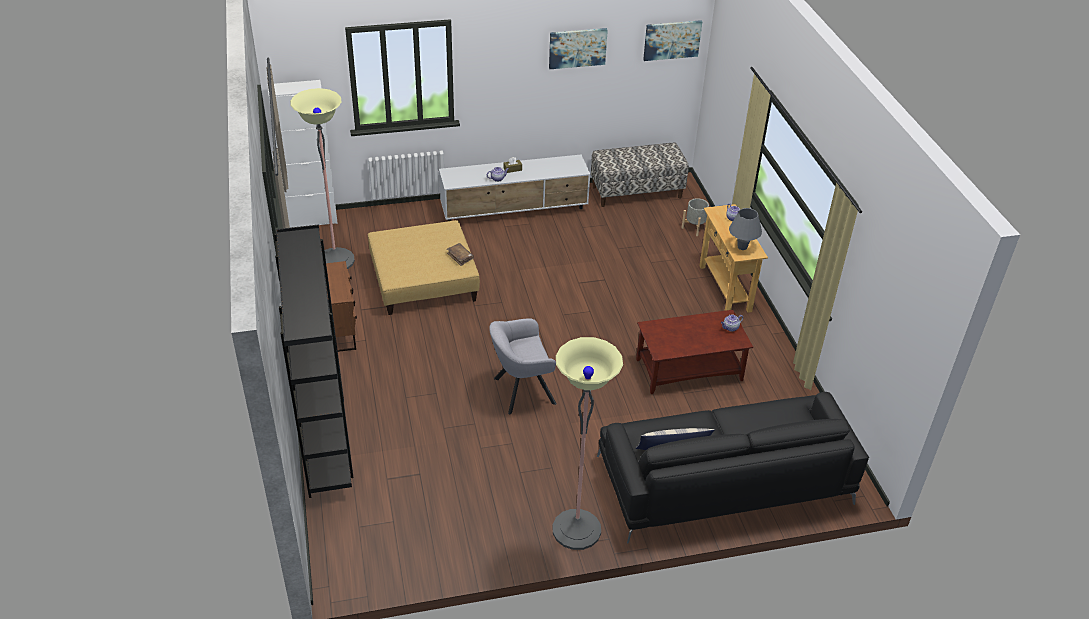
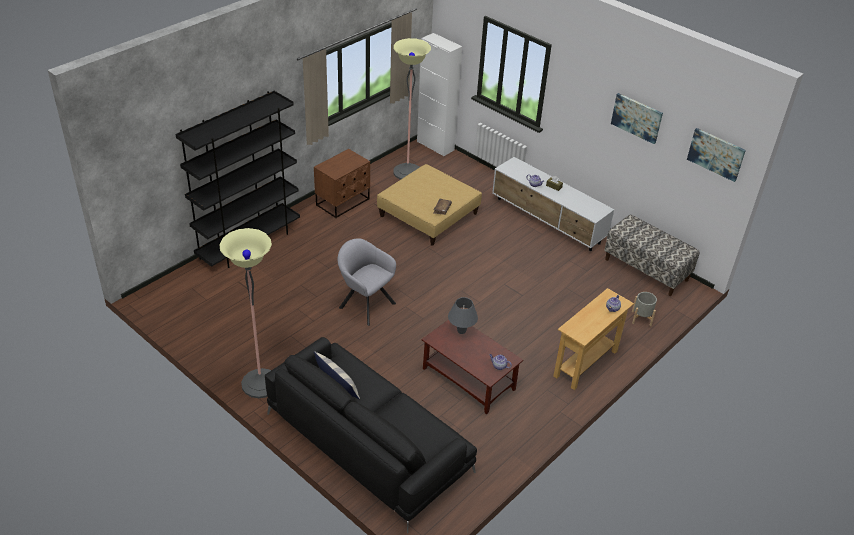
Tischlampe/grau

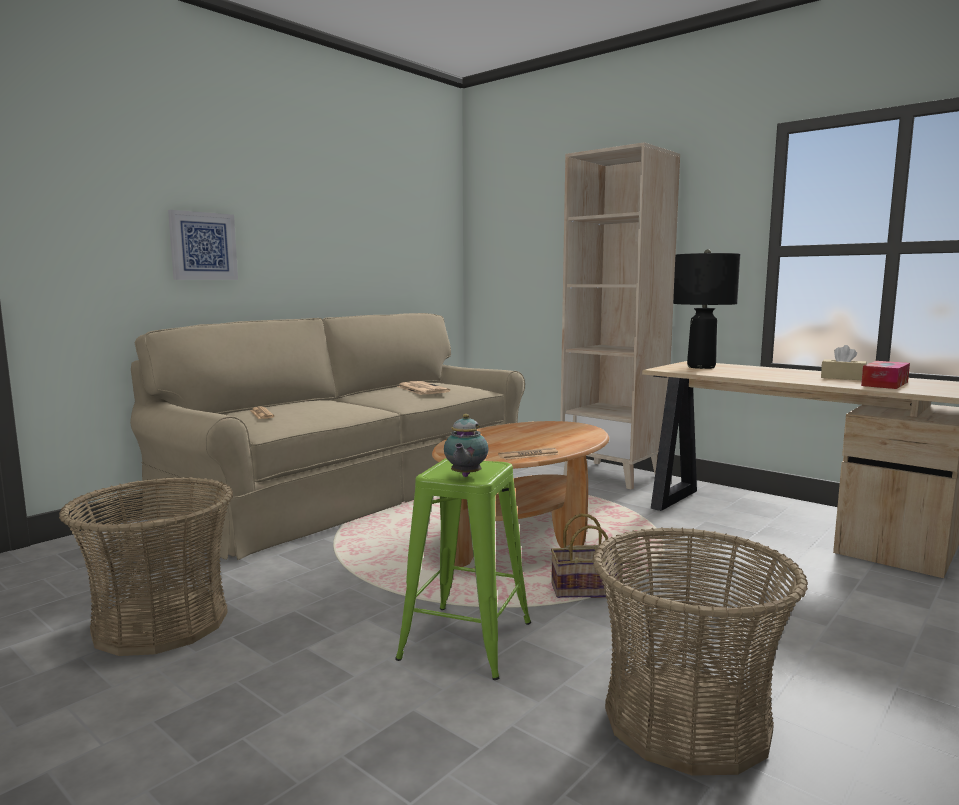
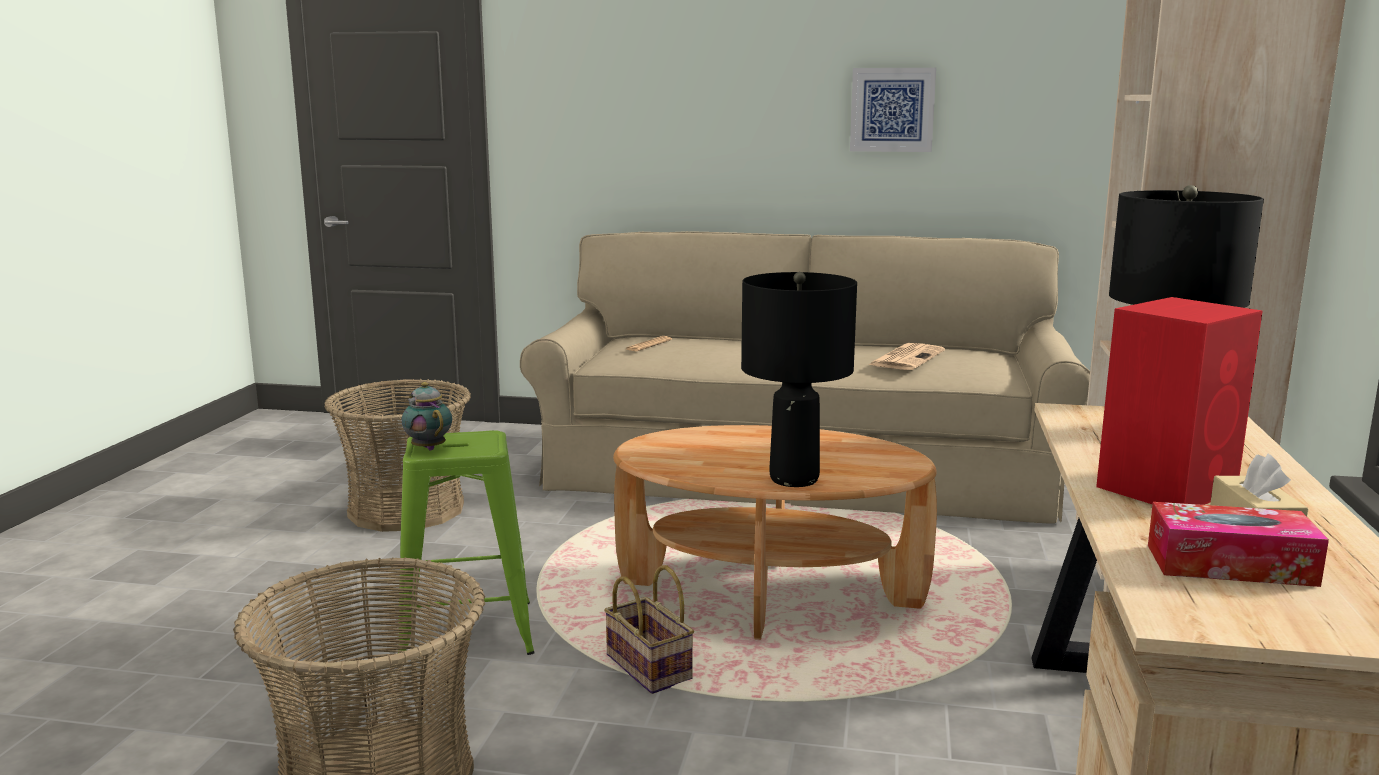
Teekanne; Tischlampe/schwarz (1st from left); Bild; Lautsprecher/rot; Zeitung (3rd from left in the first image)

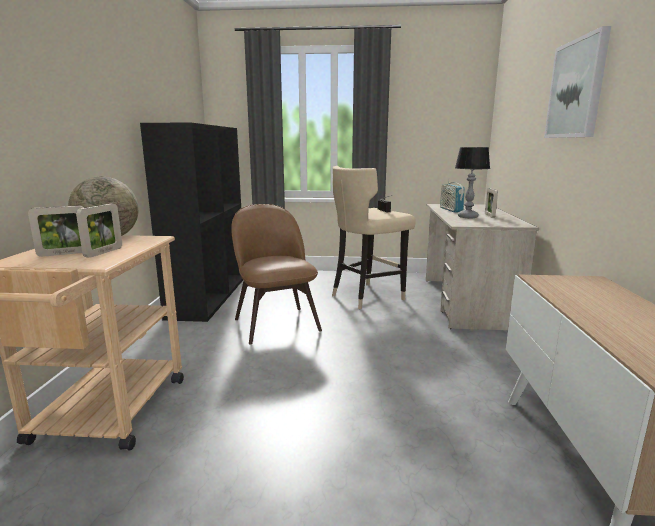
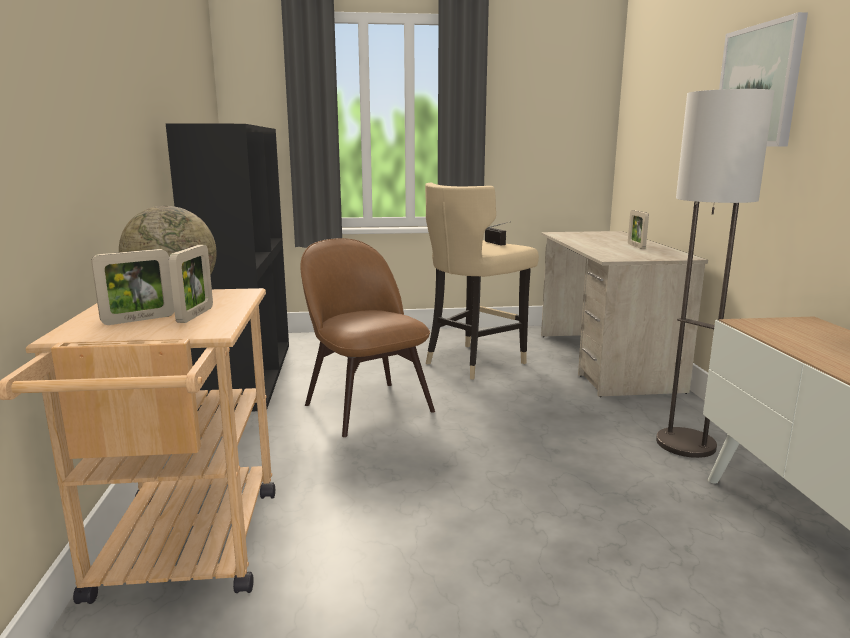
Stehlampe; Radio (2nd from left in the first image); Tischlampe

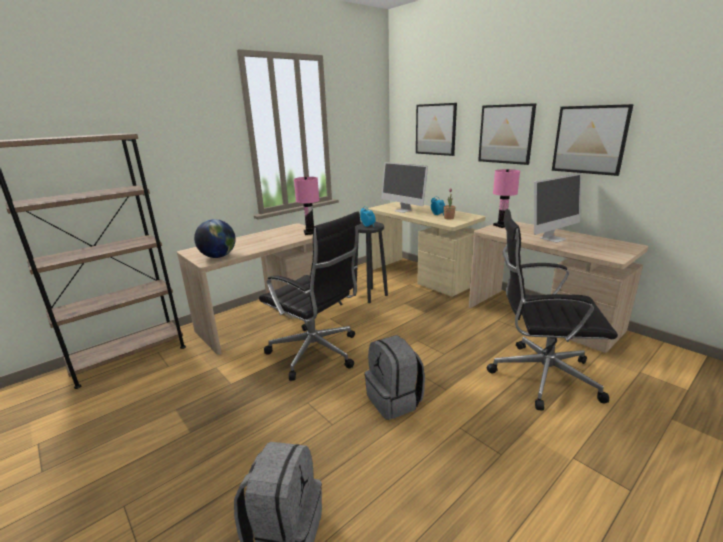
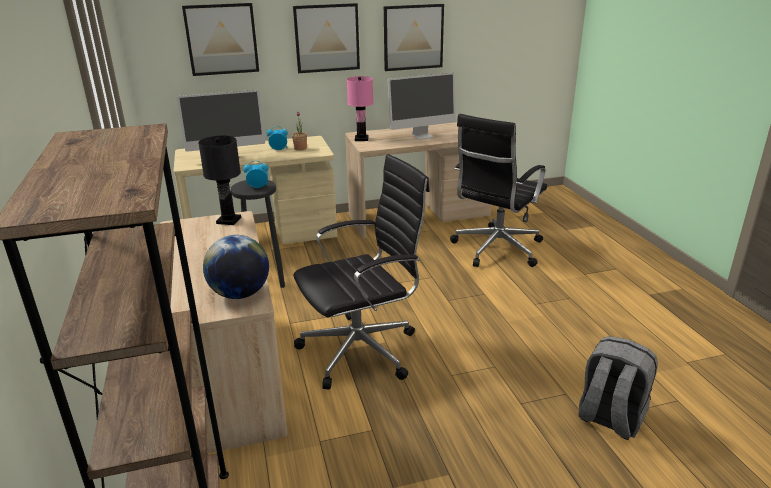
Tischlampe/schwarz; Monitor (2nd from left); Rucksack/grau (2nd from left in the first image)

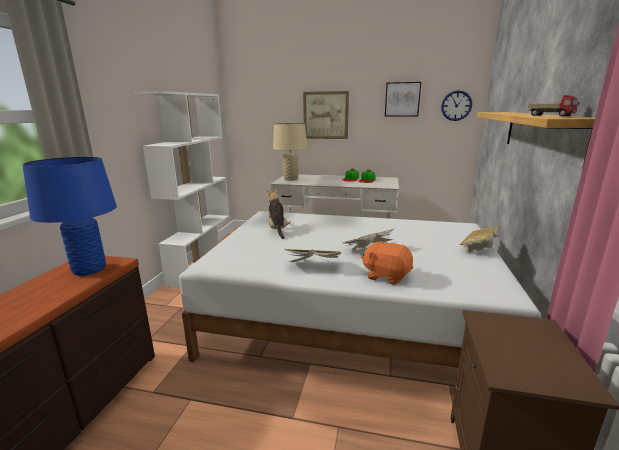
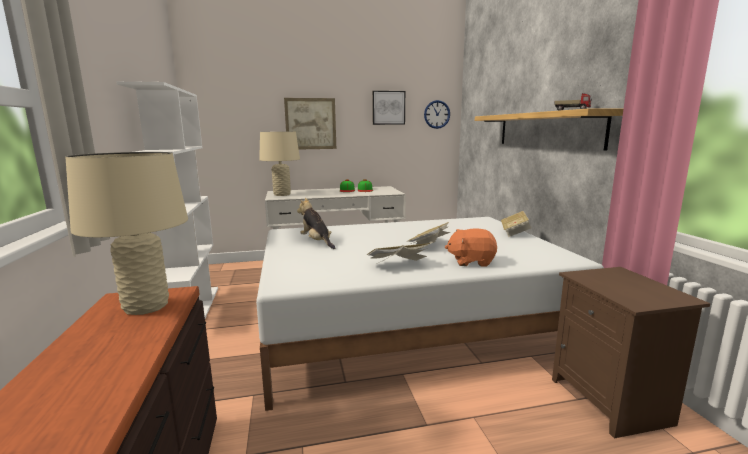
Tischlampe/beige (1st from left)

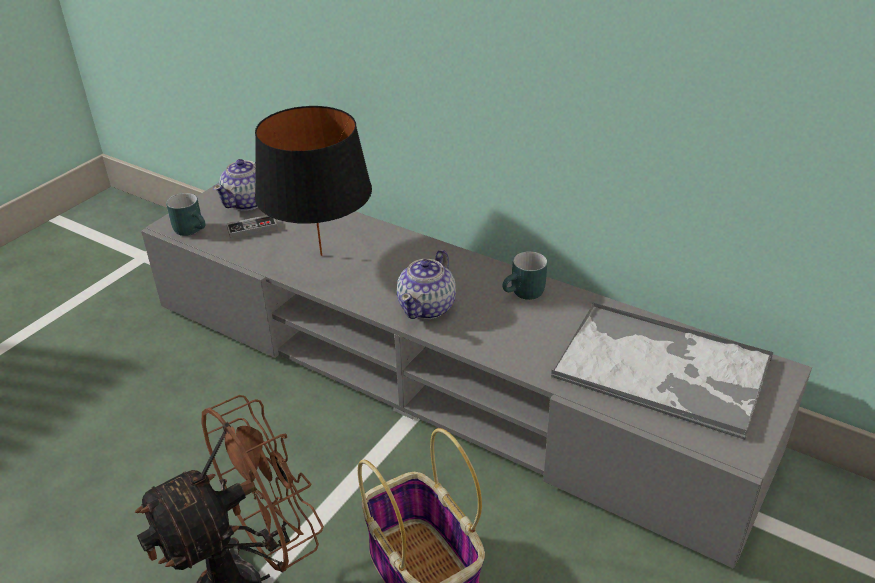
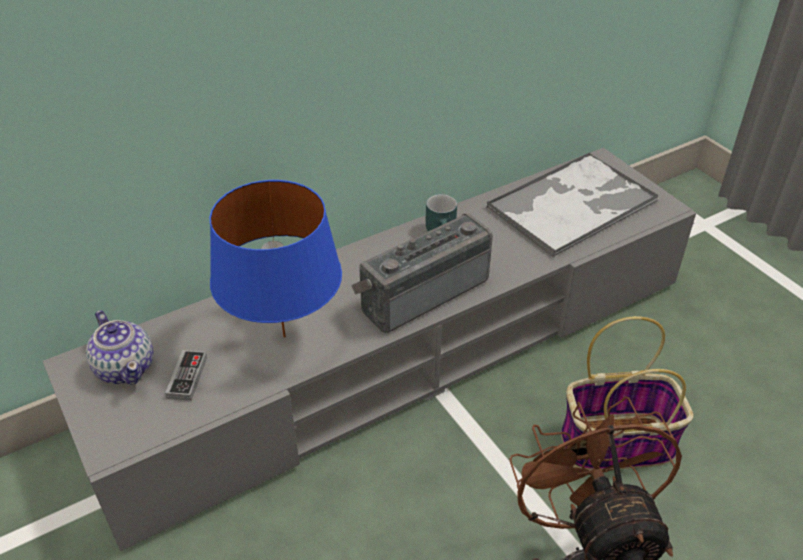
Tischlampe/blau; Radio; Henkelbecher/türkis (1st from left in the first image)

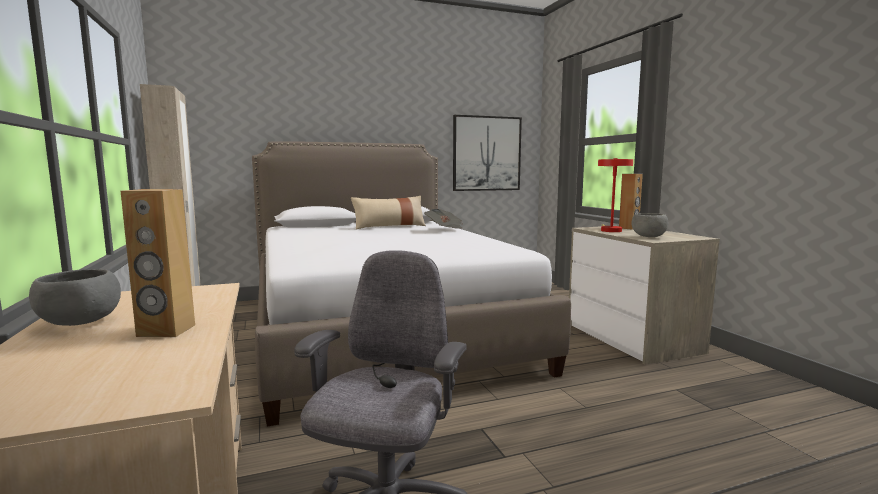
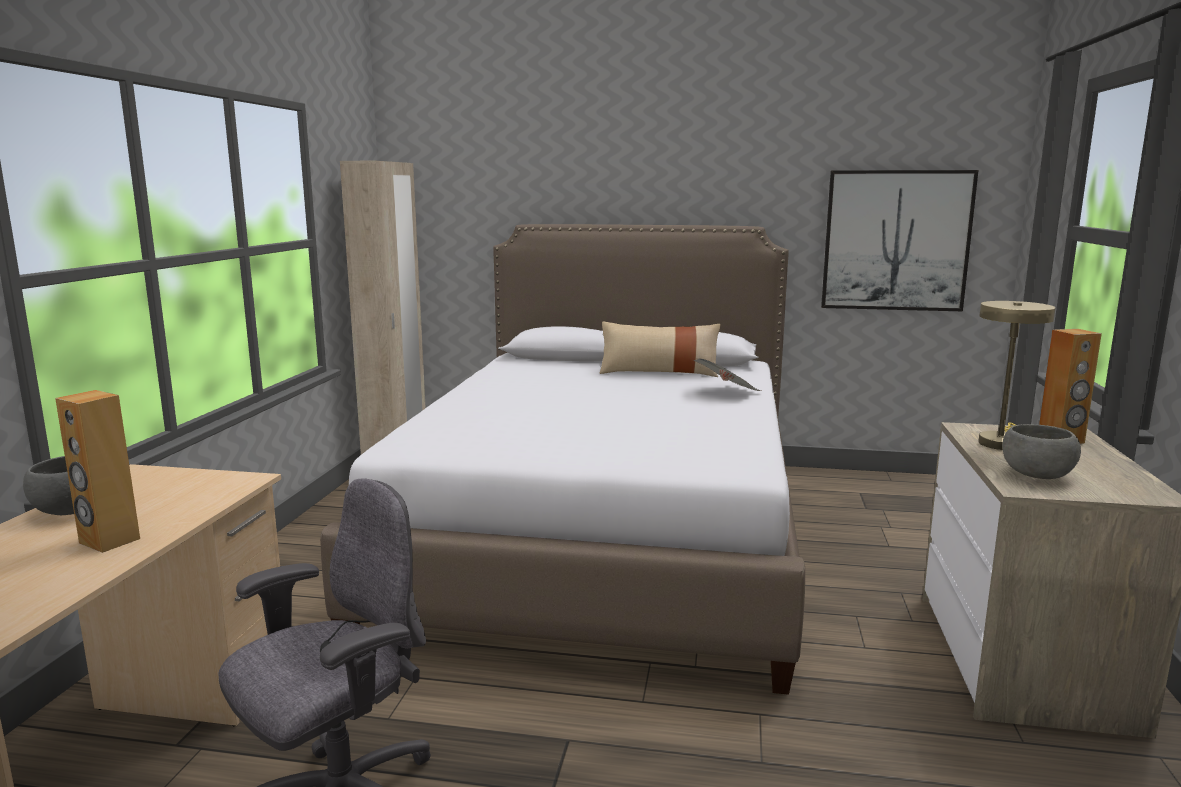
Tischlampe/beige

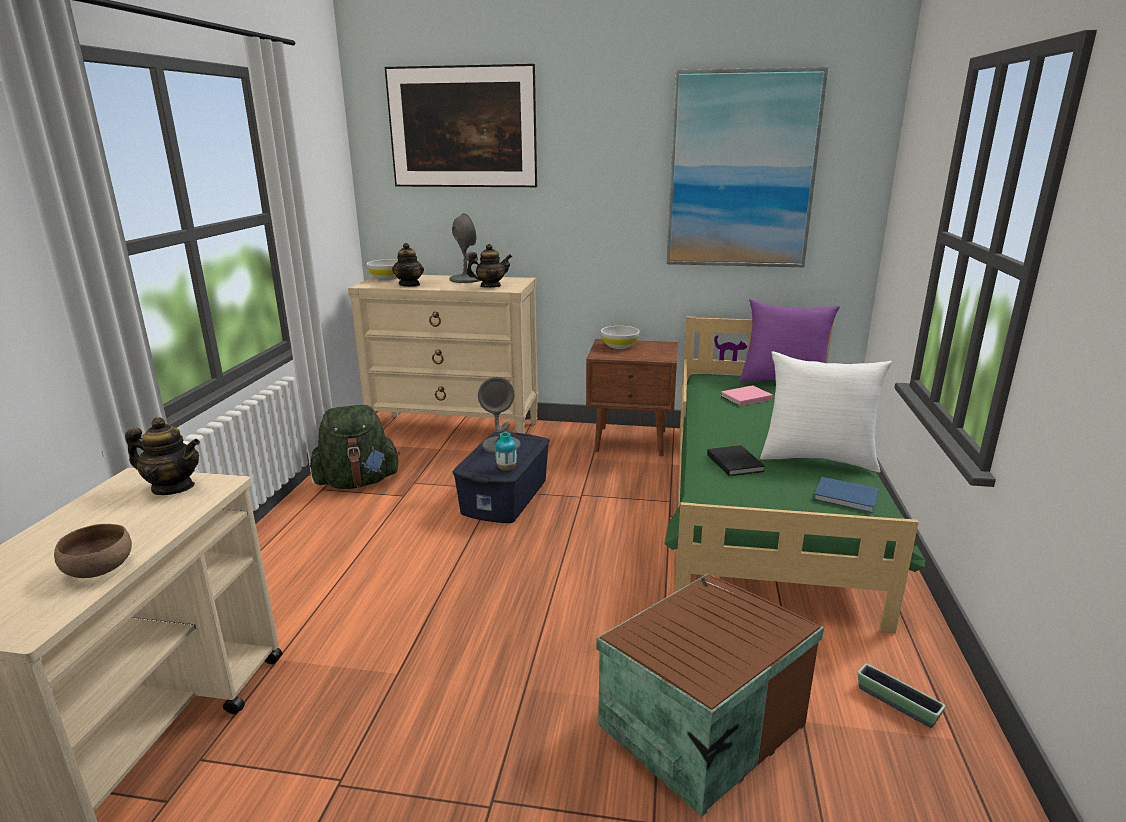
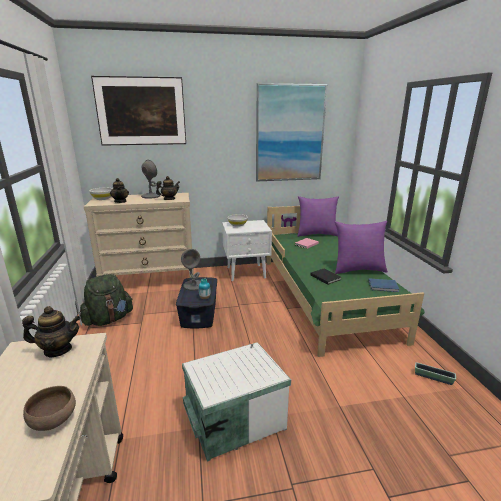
Aufbewahrungsbox/weiß; Nachttisch/weiß; Kissen/lila (2nd from left); Aufbewahrungsbox/braun

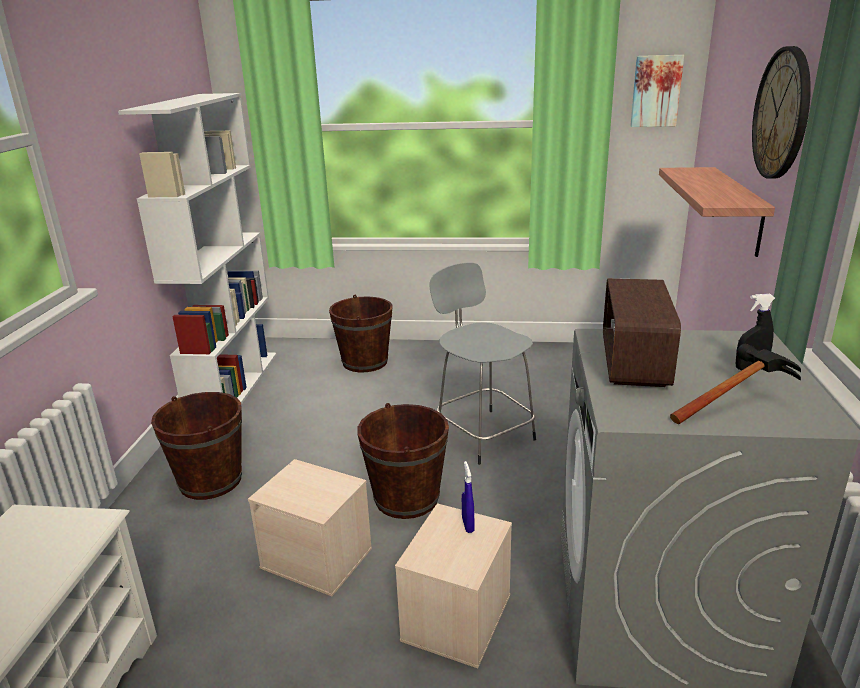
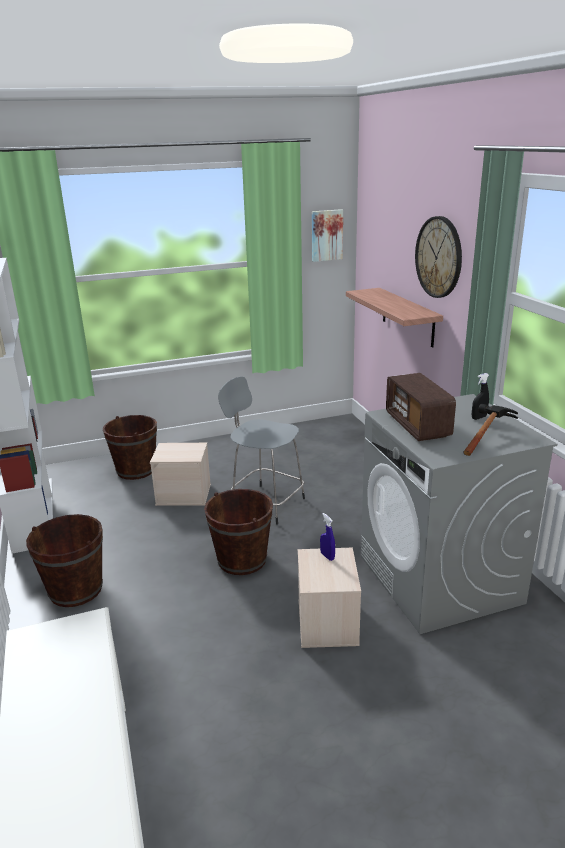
Aufbewahrungsbox/beige (1st from left)

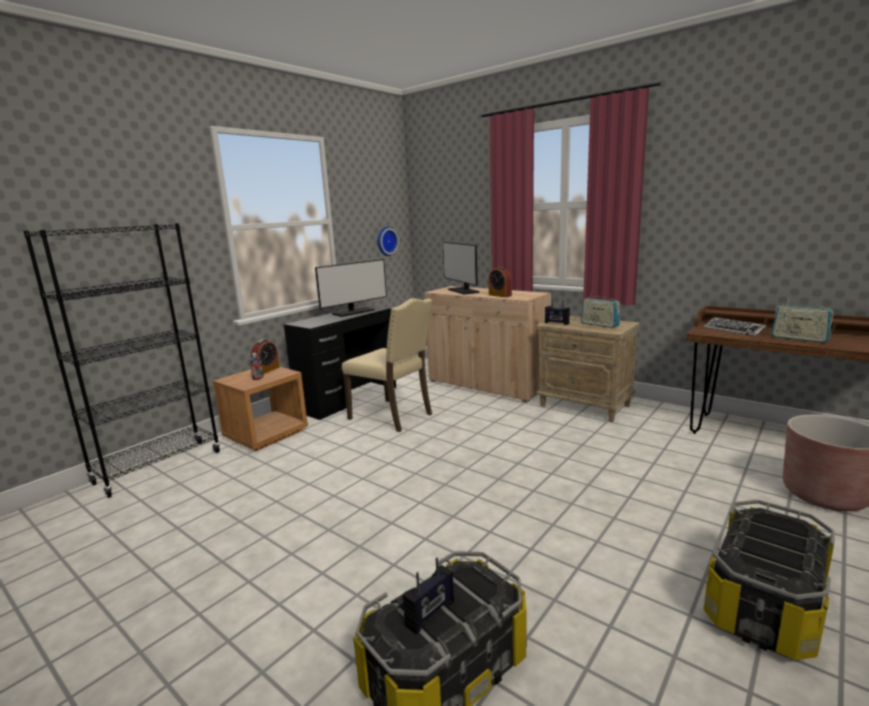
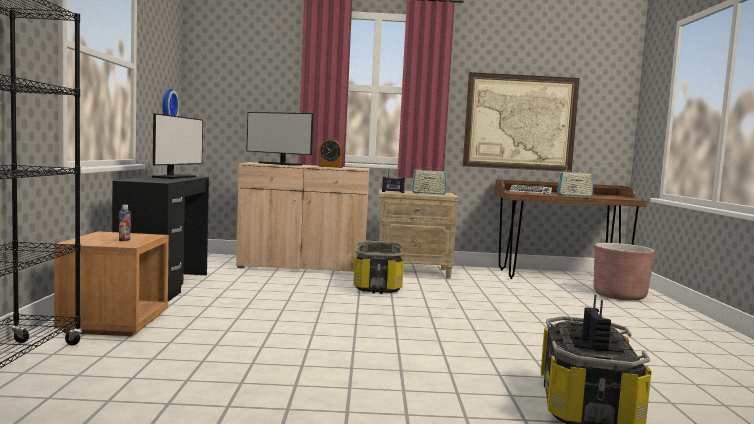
Aufbewahrungsbox (1st from left); Bild; Wecker (1st from left in the first image); Stuhl/beige

